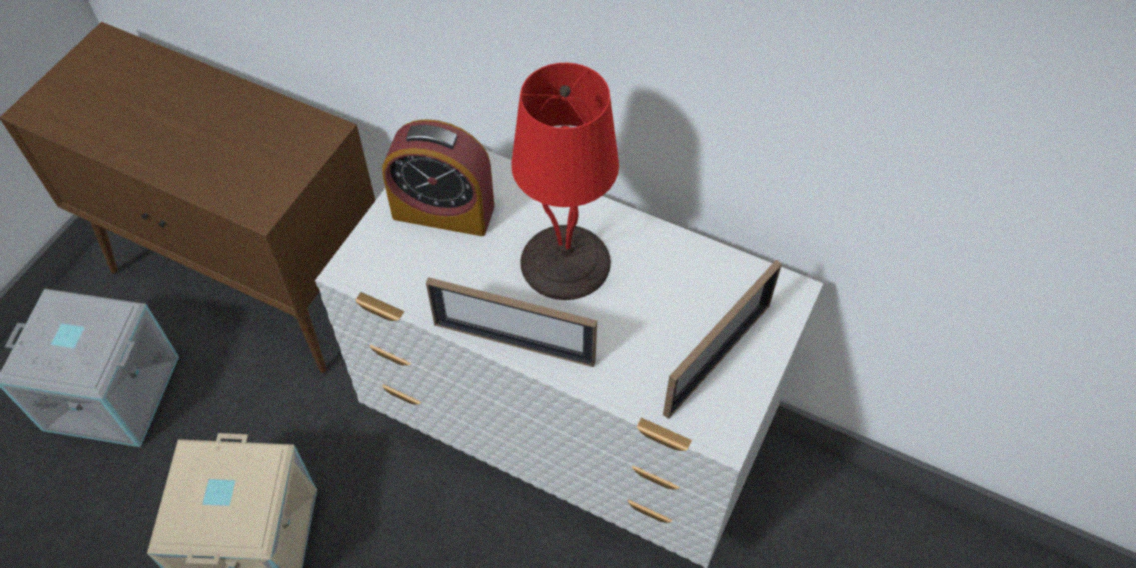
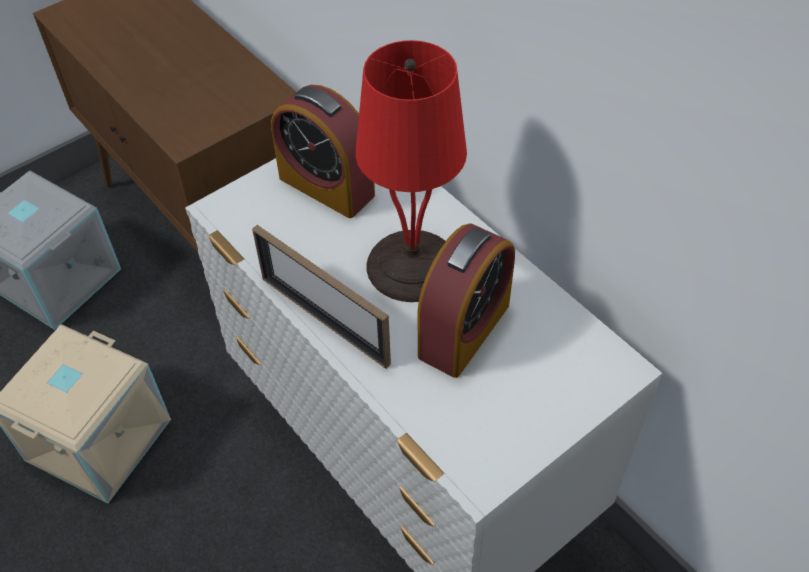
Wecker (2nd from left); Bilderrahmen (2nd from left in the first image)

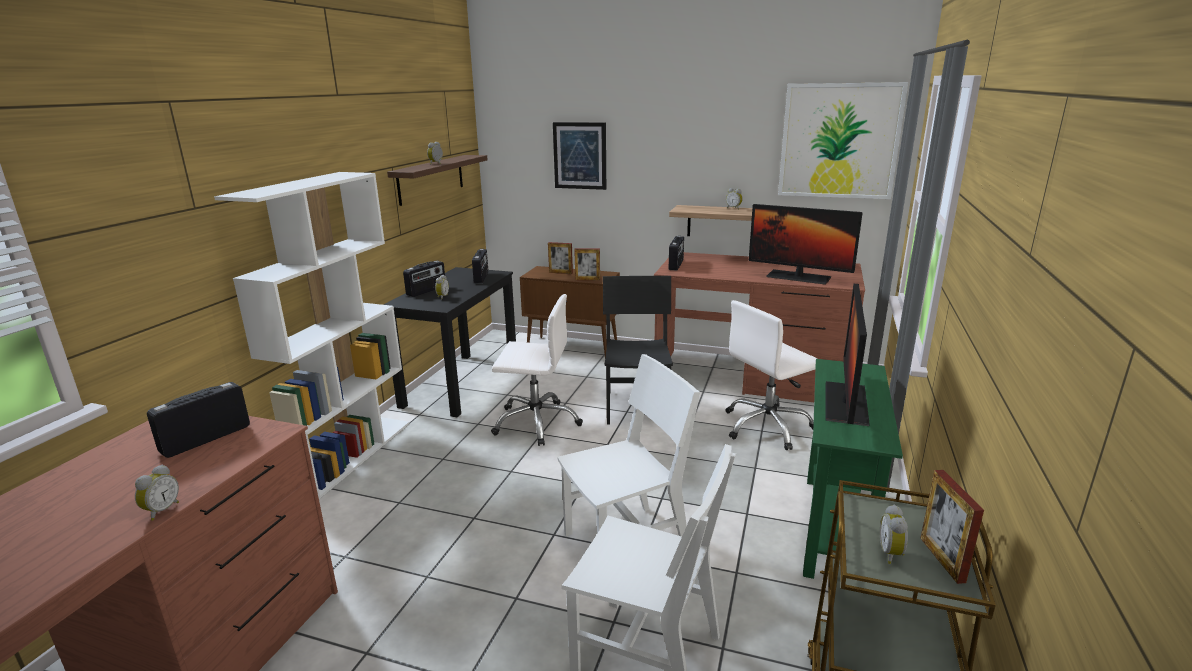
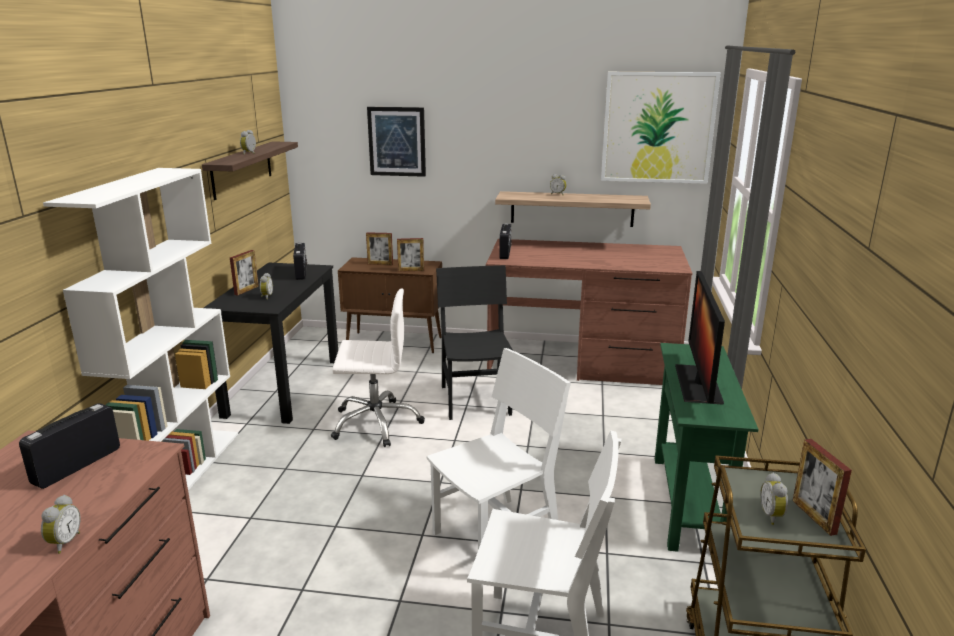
Bilderrahmen (1st from left); Bürostuhl/weiß (2nd from left in the first image); Monitor (1st from left in the first image)

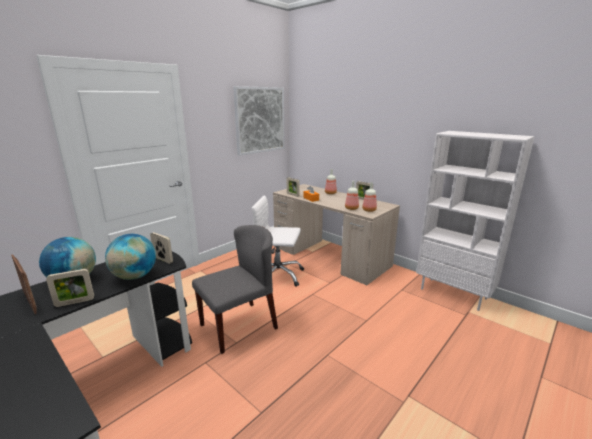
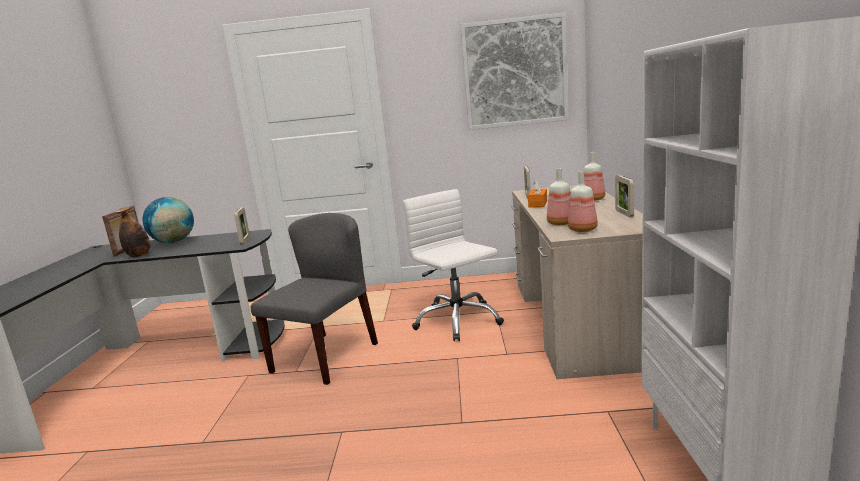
Flasche (1st from left); Stuhl/grau; Globus (2nd from left in the first image)

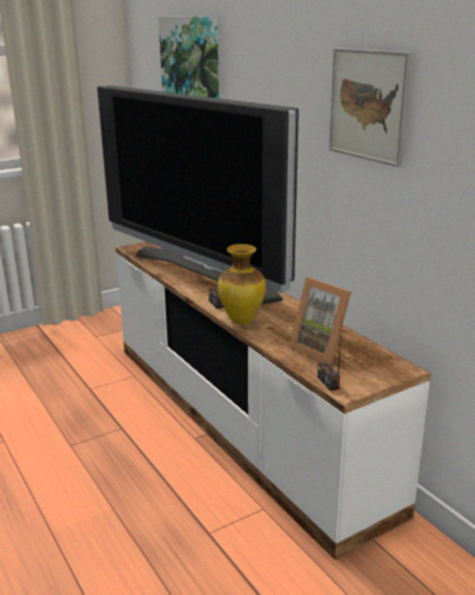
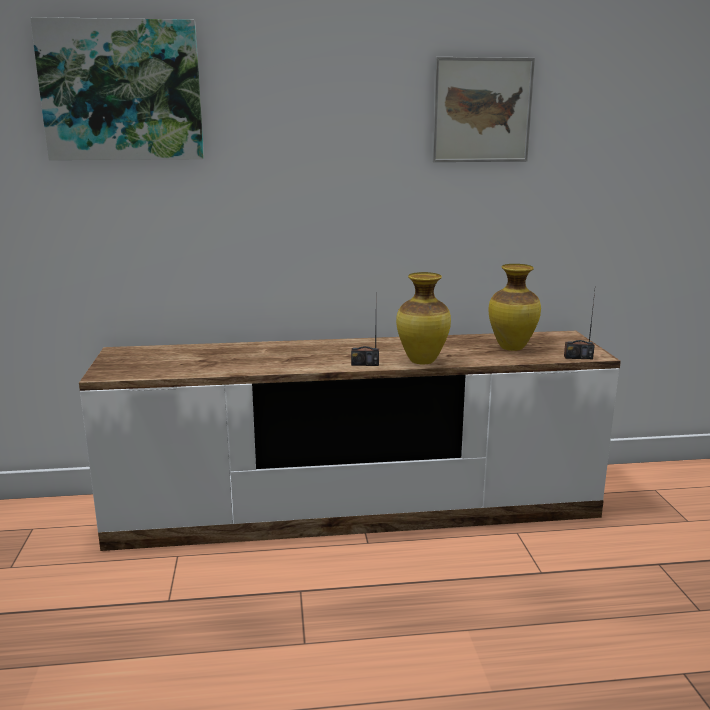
Vase (2nd from left); Fernseher

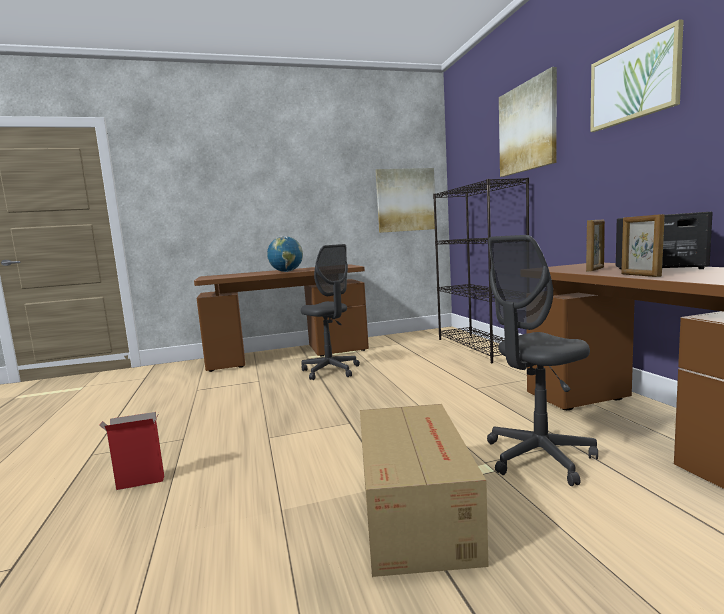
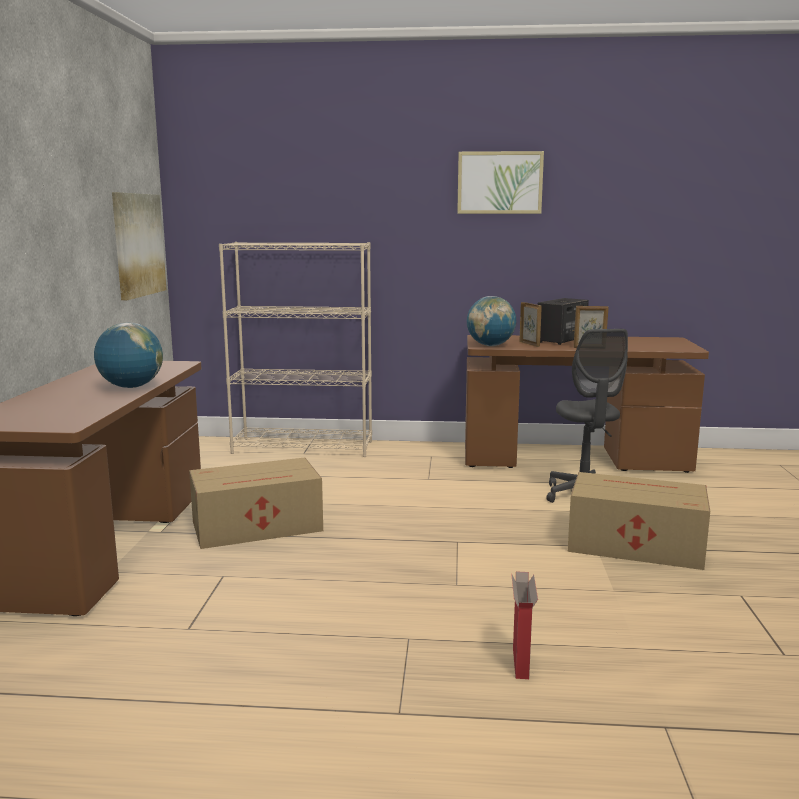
Karton (1st from left); Bücherregal/beige; Globus (2nd from left); Bild (2nd from left in the first image)

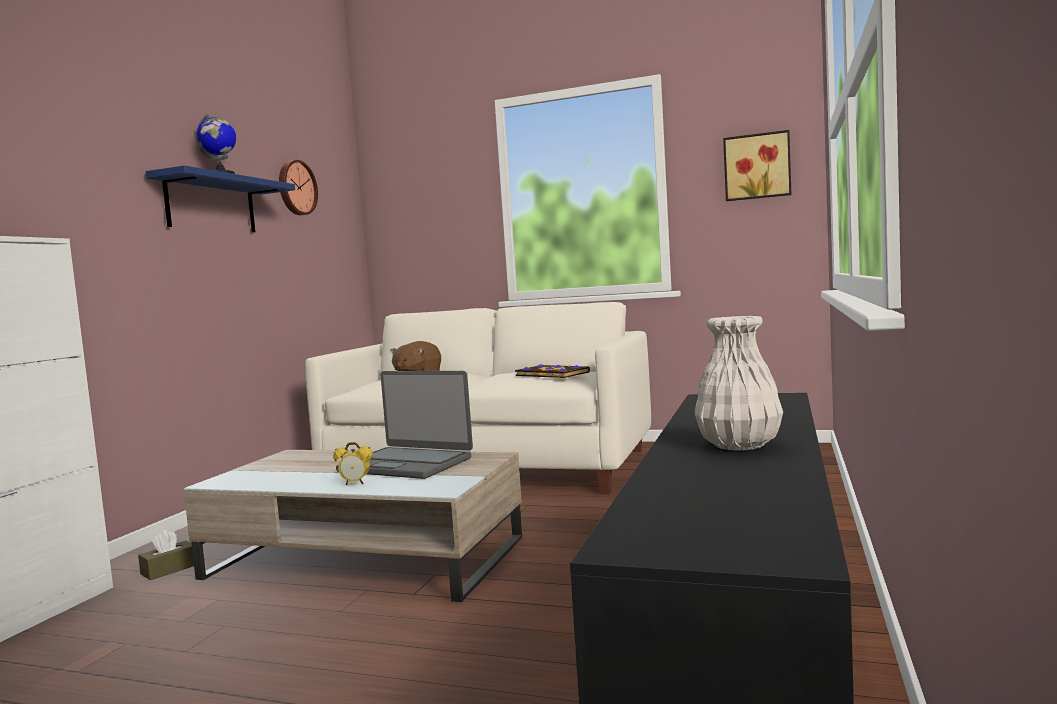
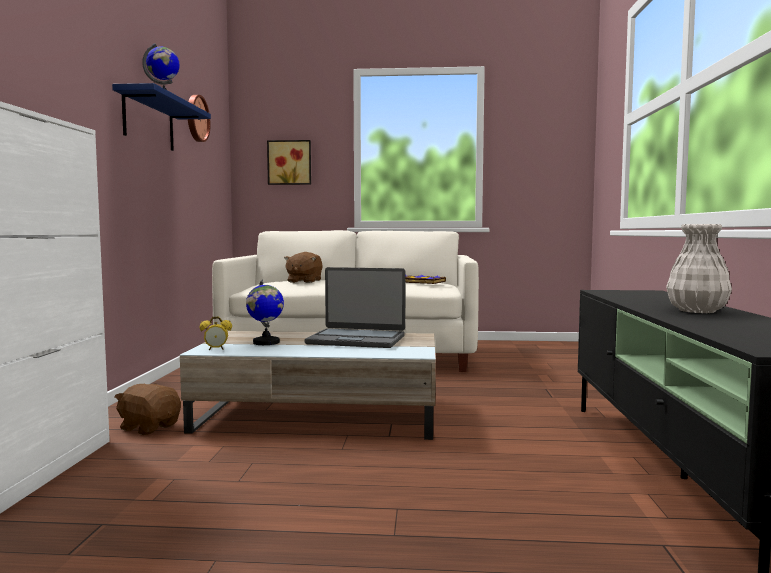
Plüschtier/braun (1st from left); Wecker; Globus (2nd from left); Bild

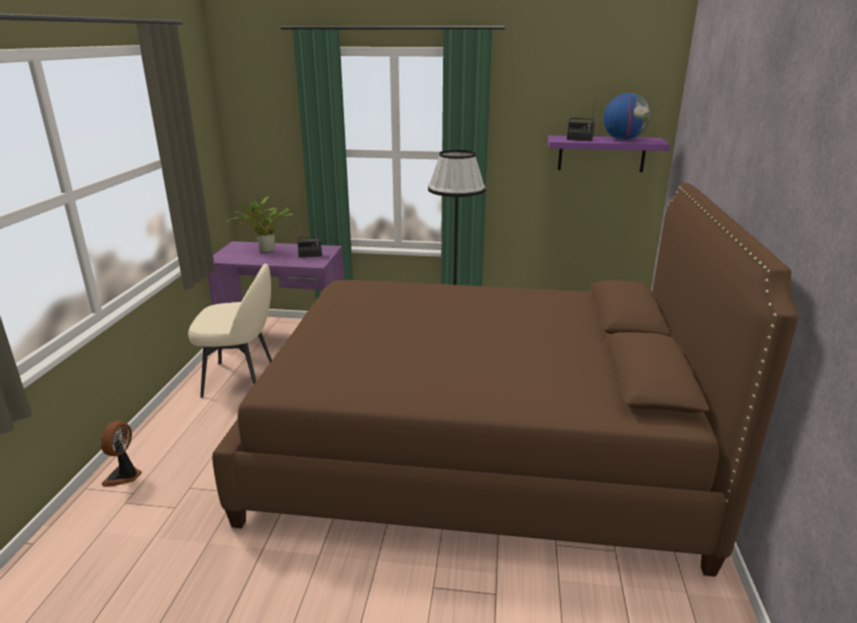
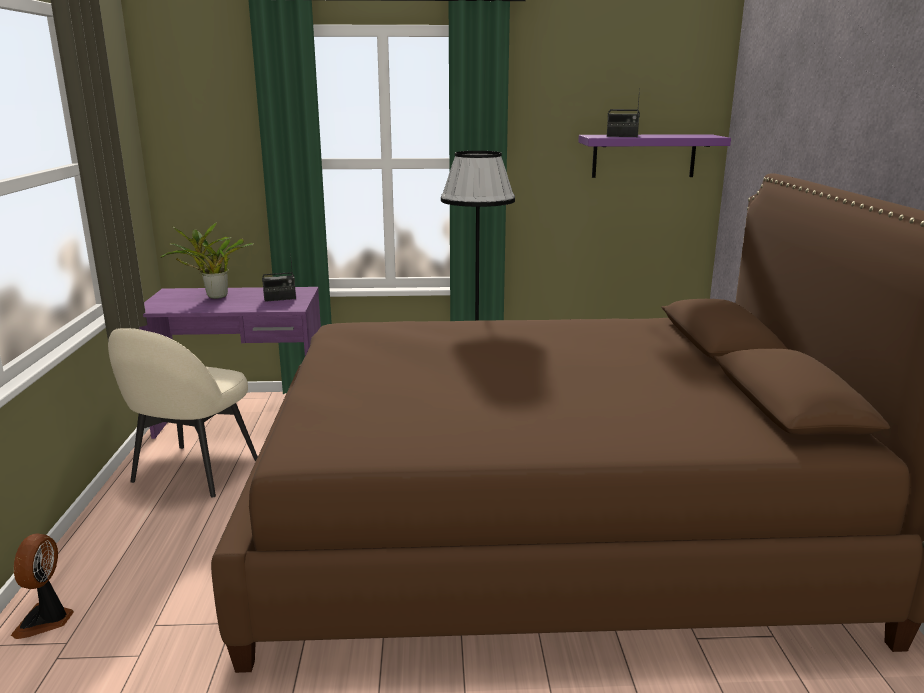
Stuhl/beige; Globus

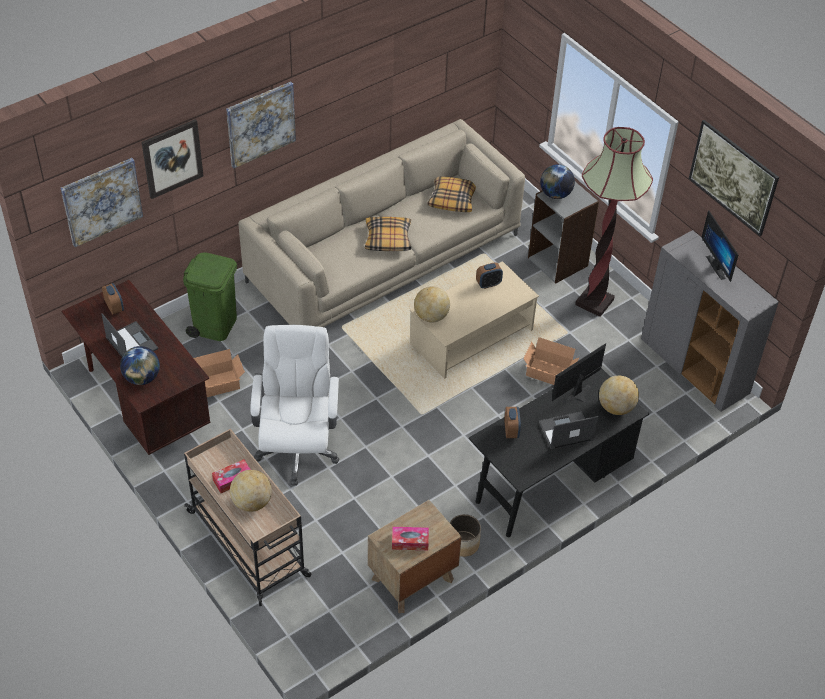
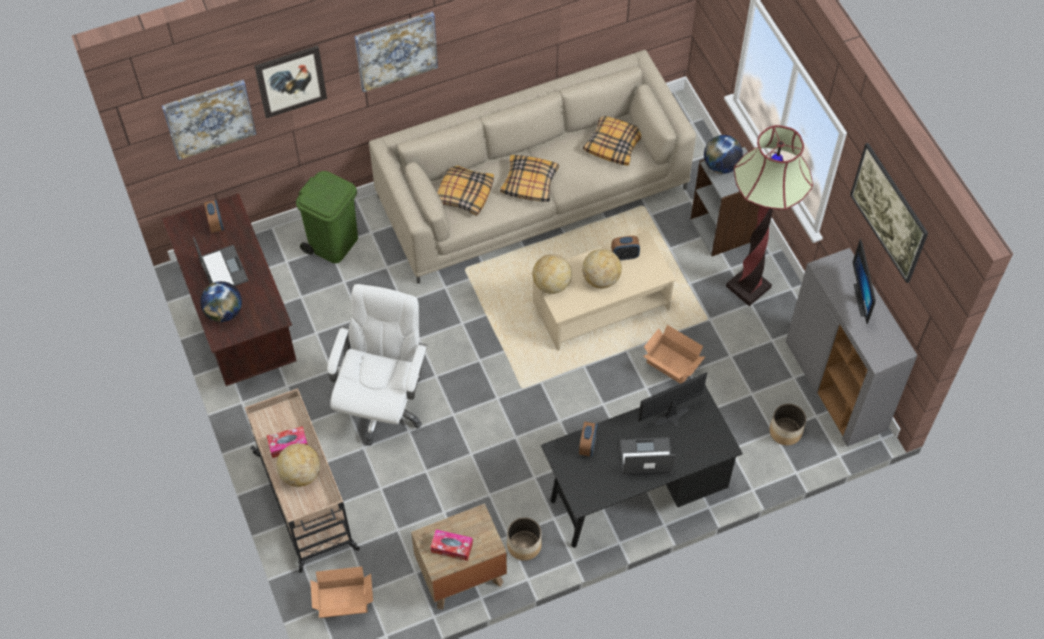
Karton (1st from left); Kissen (1st from left); Globus (4th from left); Pflanzkübel (2nd from left)

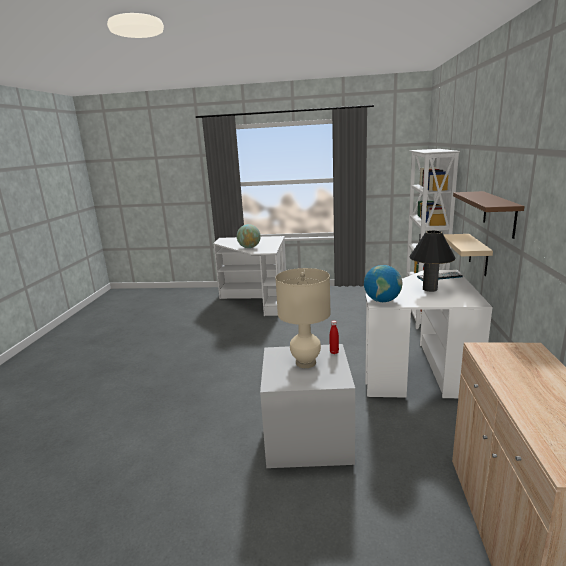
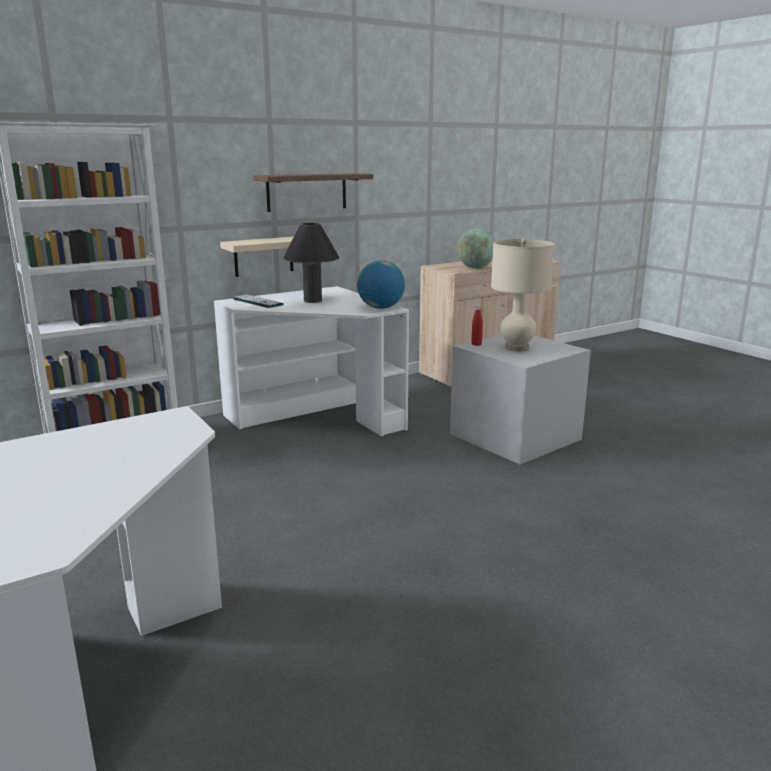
Globus (2nd from left)

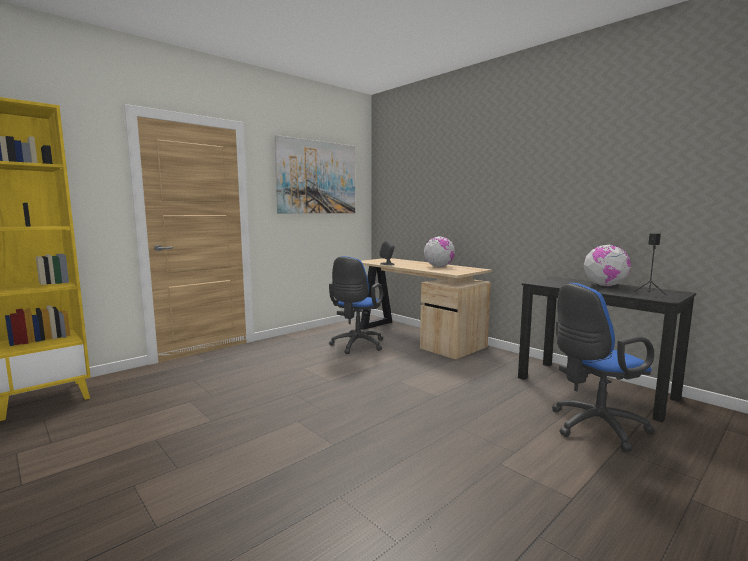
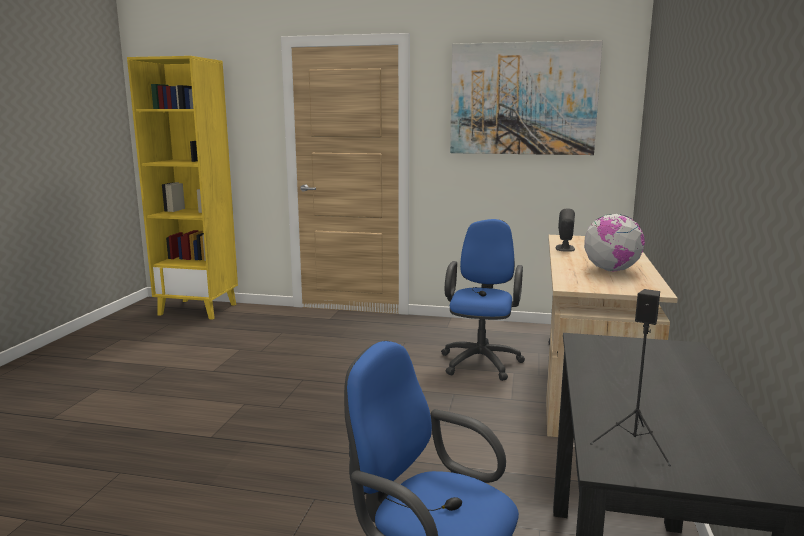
Bürostuhl/blau (2nd from left); Globus (2nd from left in the first image)

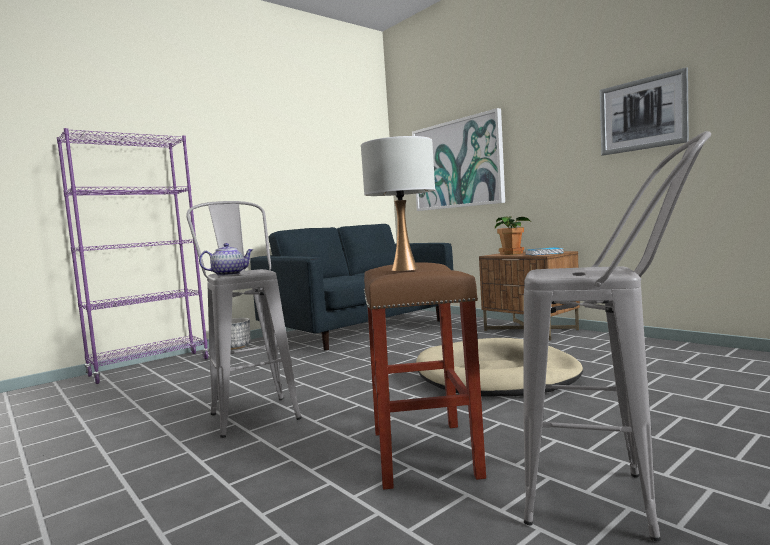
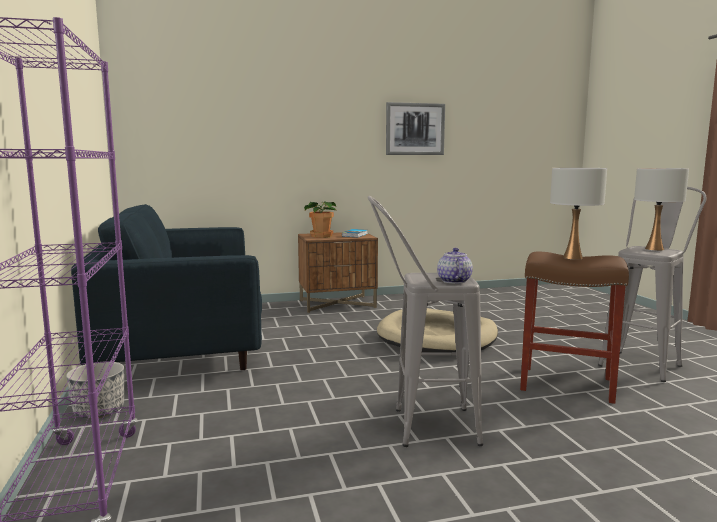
Tischlampe/weiß (2nd from left); Bild (1st from left in the first image)

